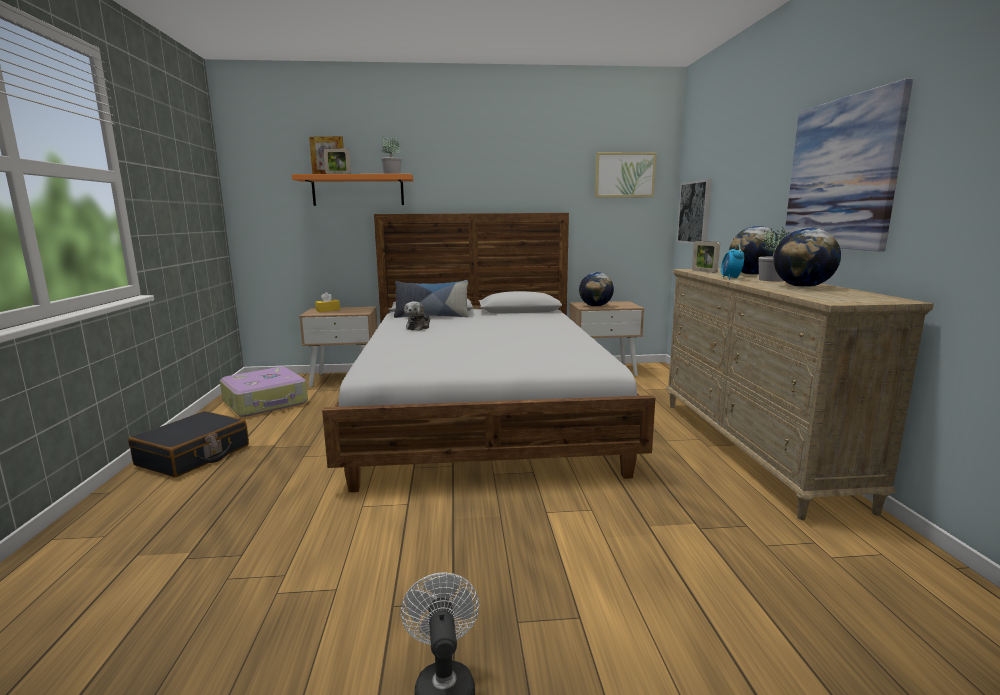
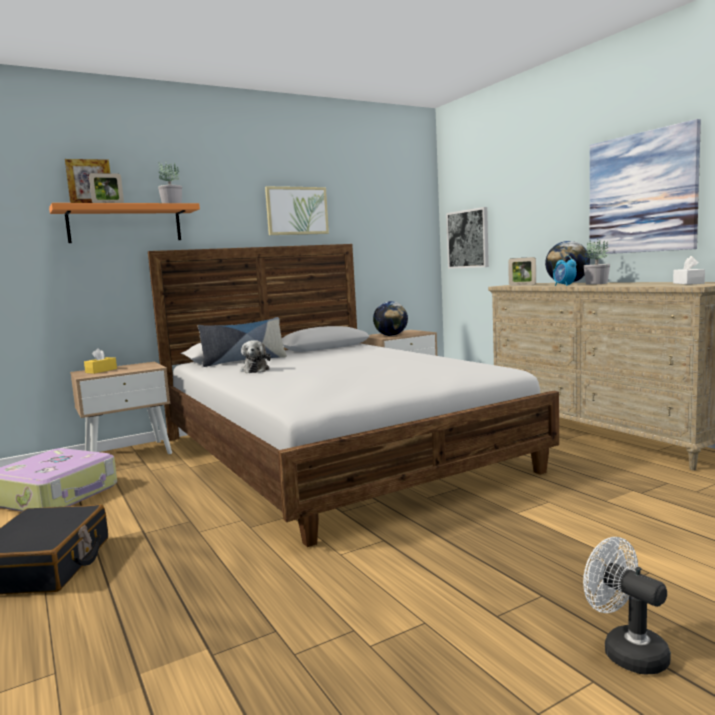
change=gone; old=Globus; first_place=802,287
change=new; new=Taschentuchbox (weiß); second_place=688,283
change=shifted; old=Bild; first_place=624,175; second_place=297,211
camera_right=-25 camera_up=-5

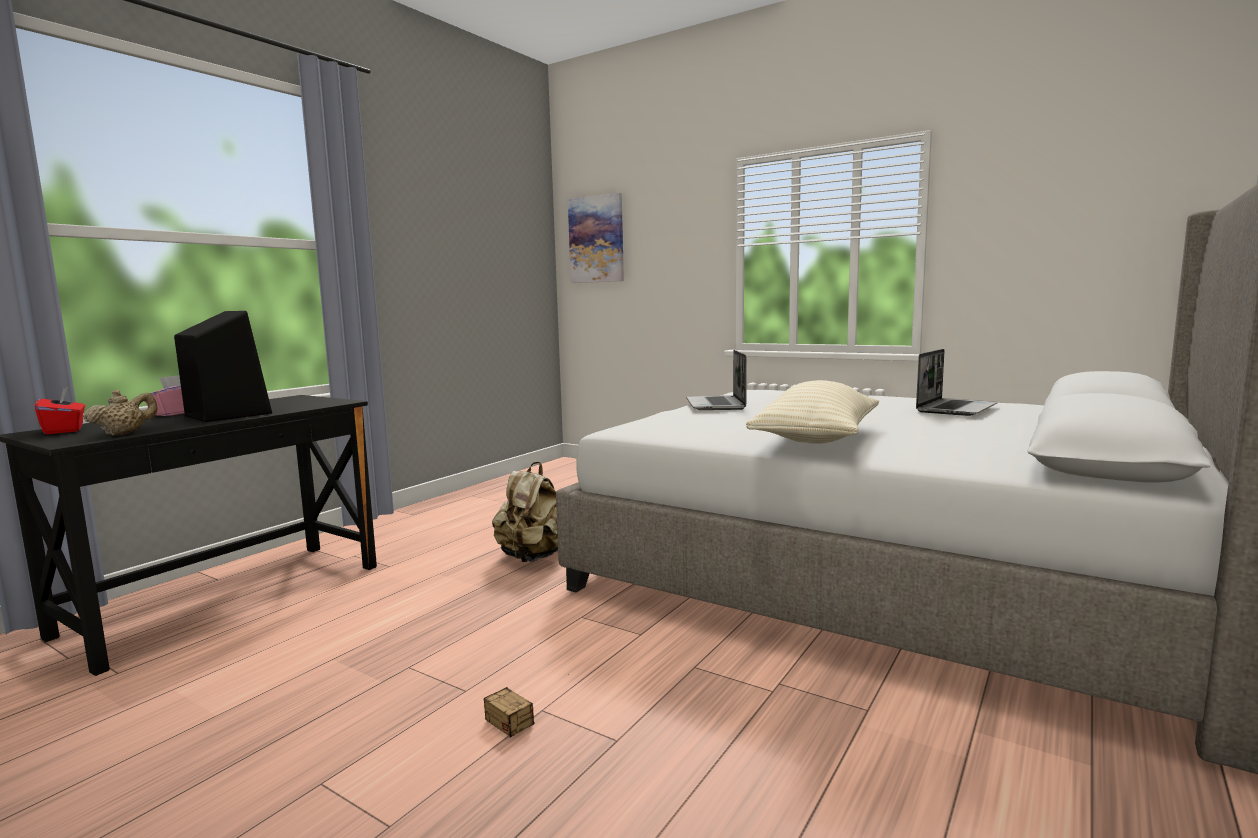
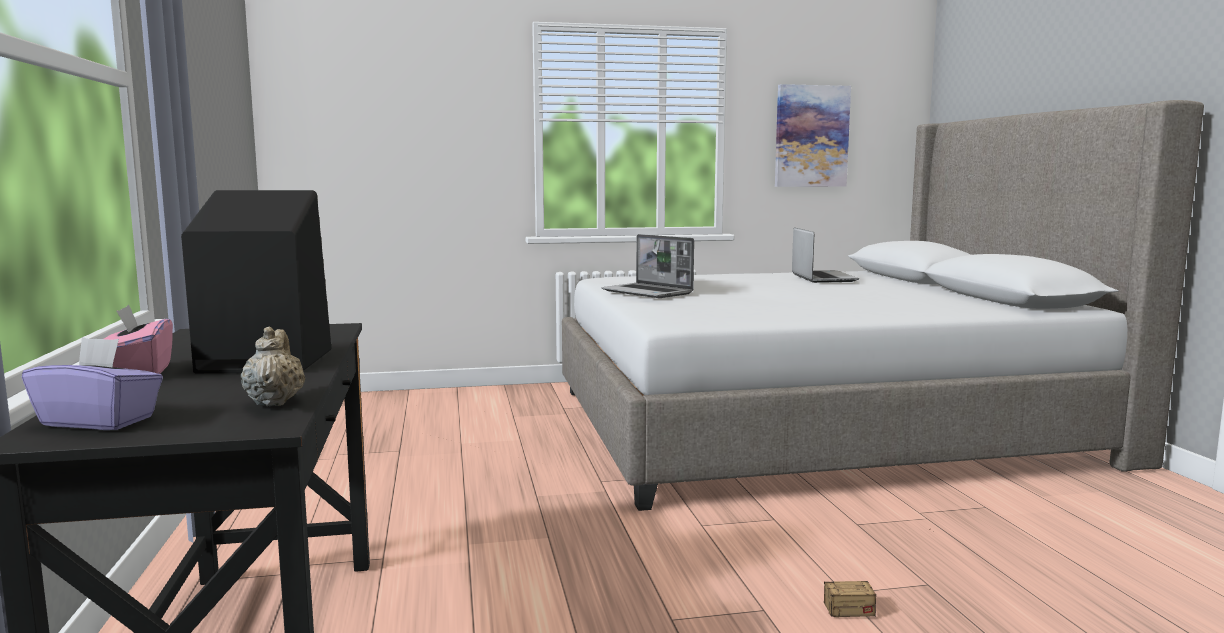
change=gone; old=Rucksack (beige); first_place=532,557
change=gone; old=Kissen (beige); first_place=817,439
change=shifted; old=Bild; first_place=596,239; second_place=811,136
change=repainted; old=Taschentuchbox (rot); new=Taschentuchbox (lila); first_place=65,430; second_place=99,421
camera_right=-45 camera_up=0

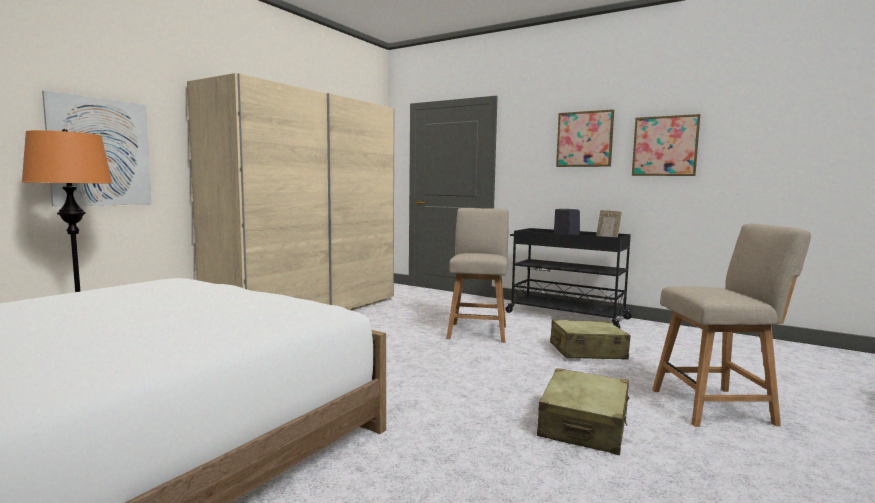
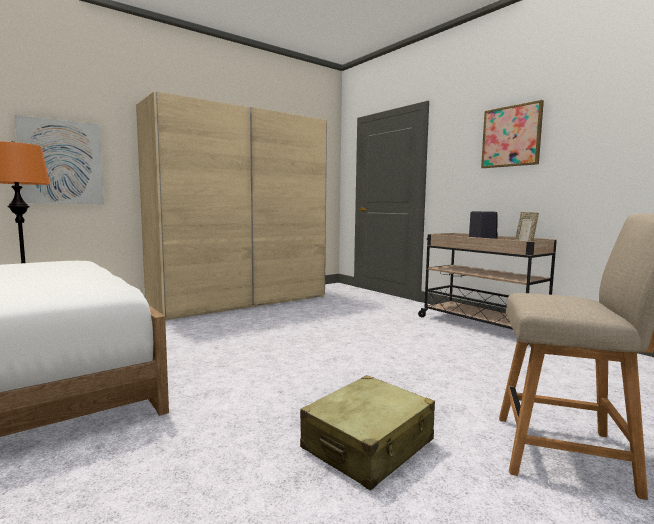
change=gone; old=Stuhl (beige); first_place=477,331
change=gone; old=Koffer (beige); first_place=587,351
change=gone; old=Bild; first_place=665,146
change=repainted; old=Rollwagen (schwarz); new=Rollwagen (beige); first_place=565,315; second_place=480,325
camera_right=20 camera_up=0

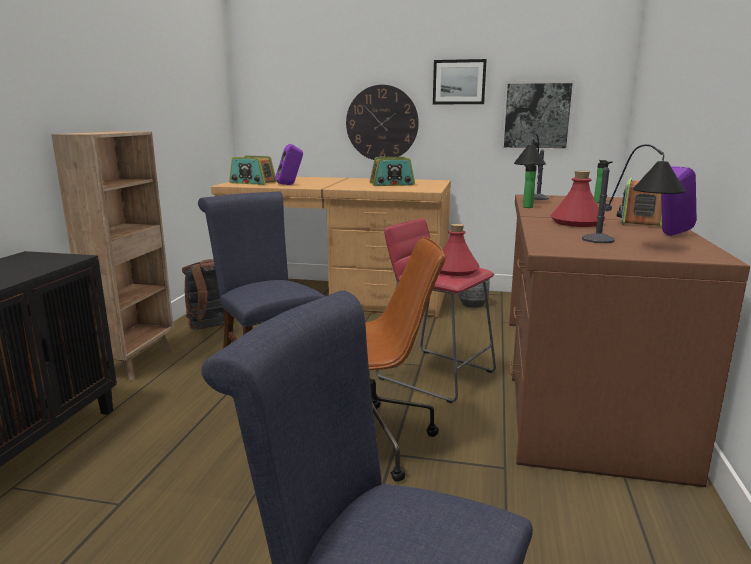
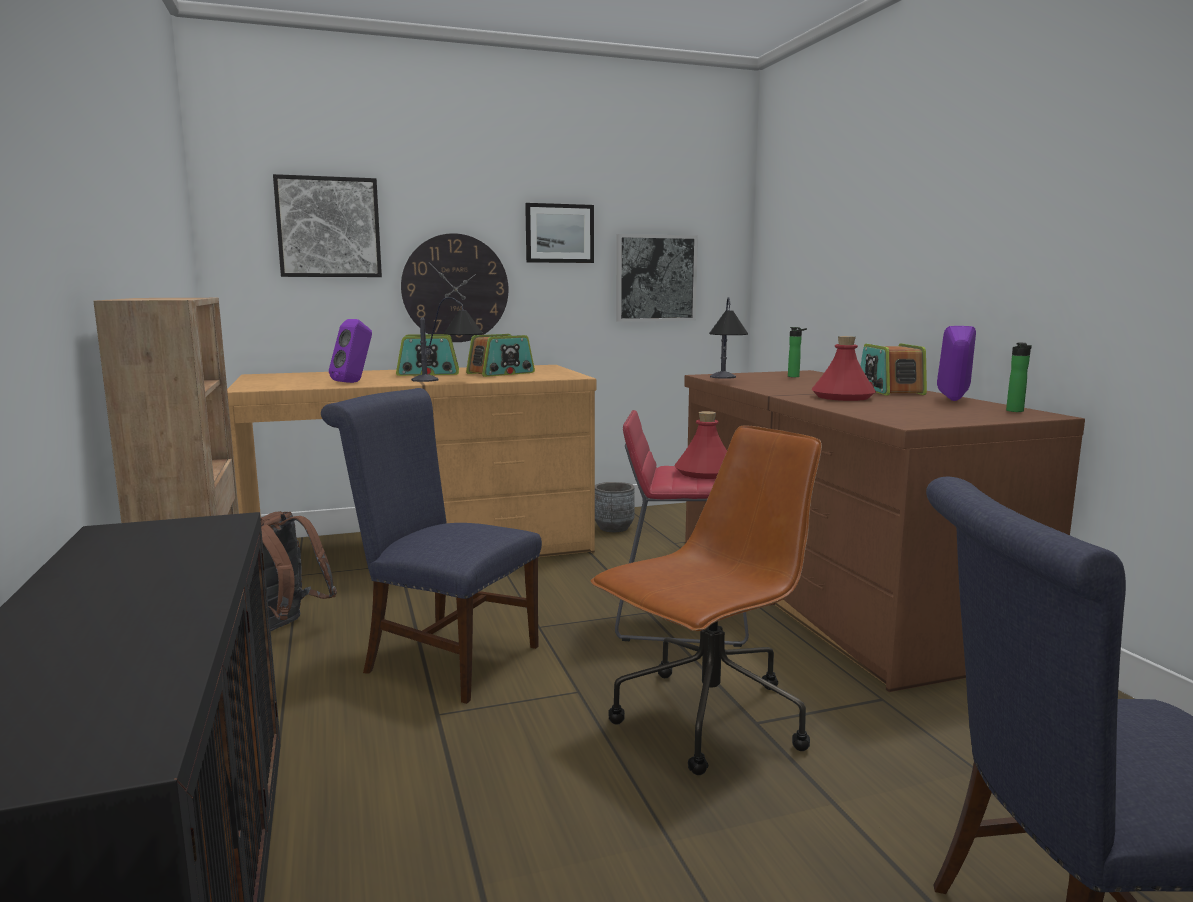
change=new; new=Bild; second_place=329,227
change=shifted; old=Radio; first_place=252,182; second_place=428,373
change=shifted; old=Flasche; first_place=527,207; second_place=1015,411
change=shifted; old=Tischlampe; first_place=630,244; second_place=450,381
camera_right=-30 camera_up=-5

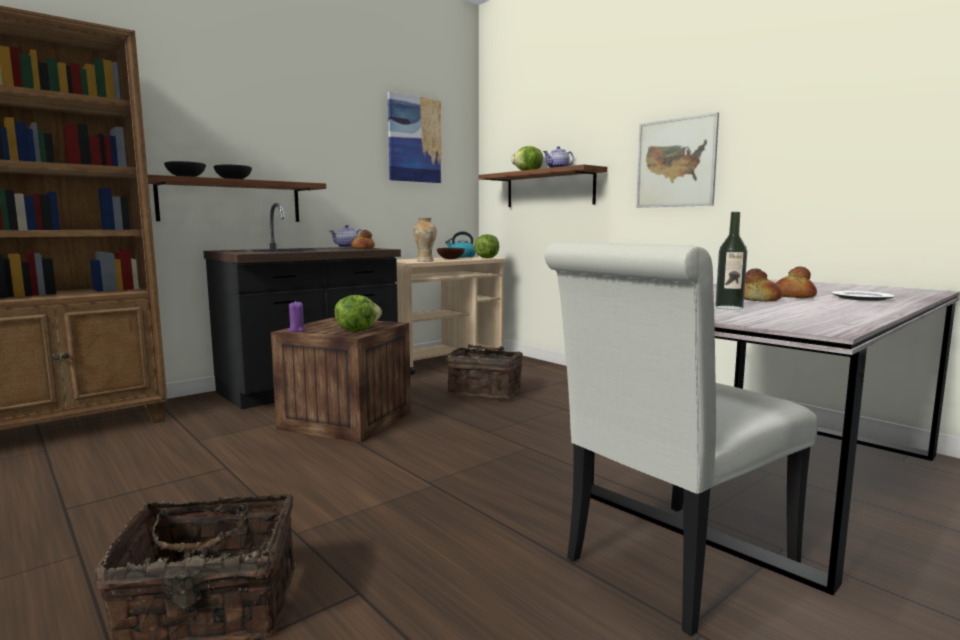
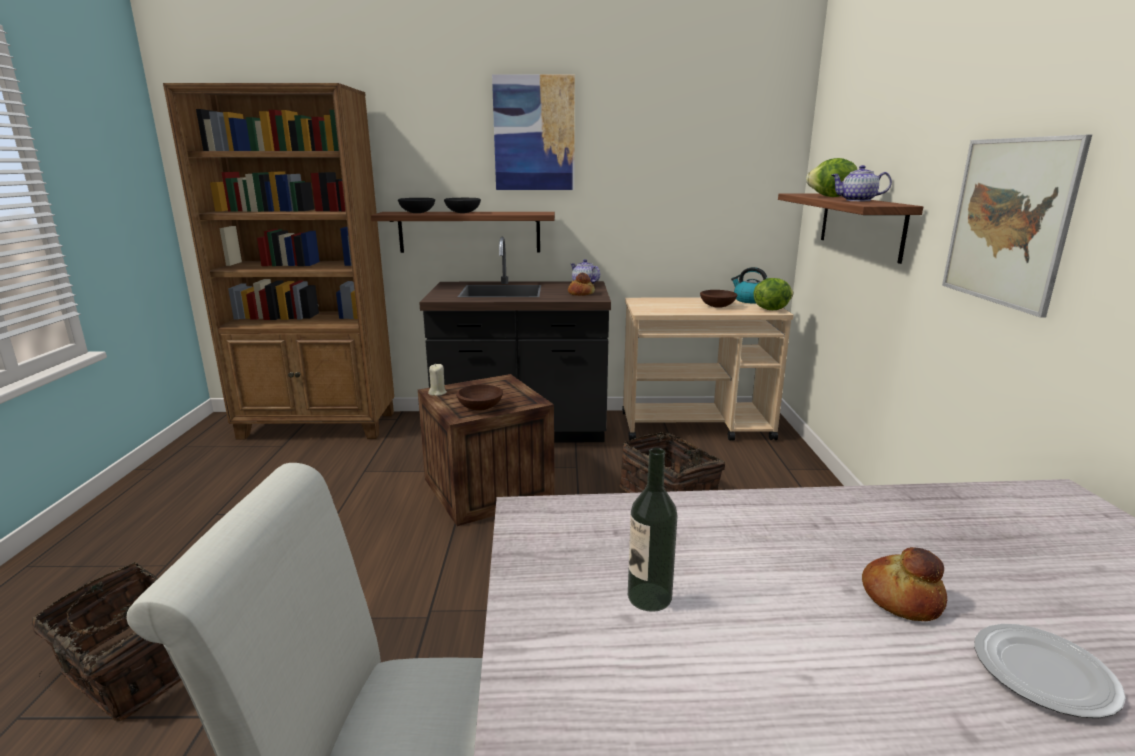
change=gone; old=Vase; first_place=425,261
change=gone; old=Brot; first_place=759,299
change=shifted; old=Bild; first_place=414,139; second_place=534,134
change=swapped; old=Salatkopf; new=Schüssel (braun); first_place=357,330; second_place=480,407
change=repainted; old=Kerze (lila); new=Kerze (beige); first_place=296,330; second_place=437,393
camera_right=40 camera_up=10

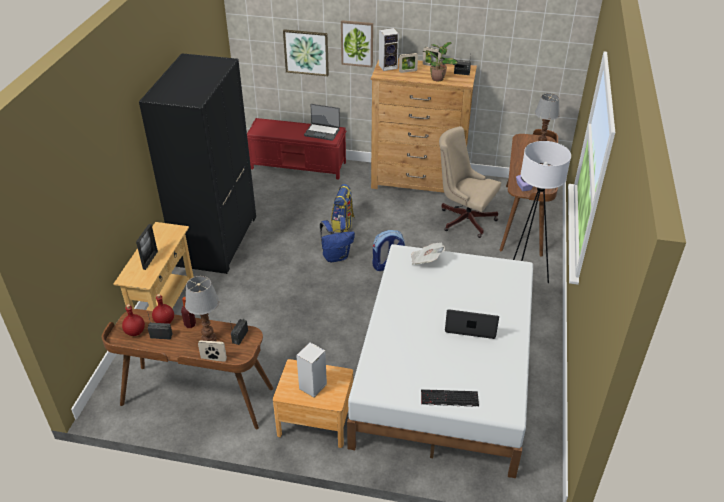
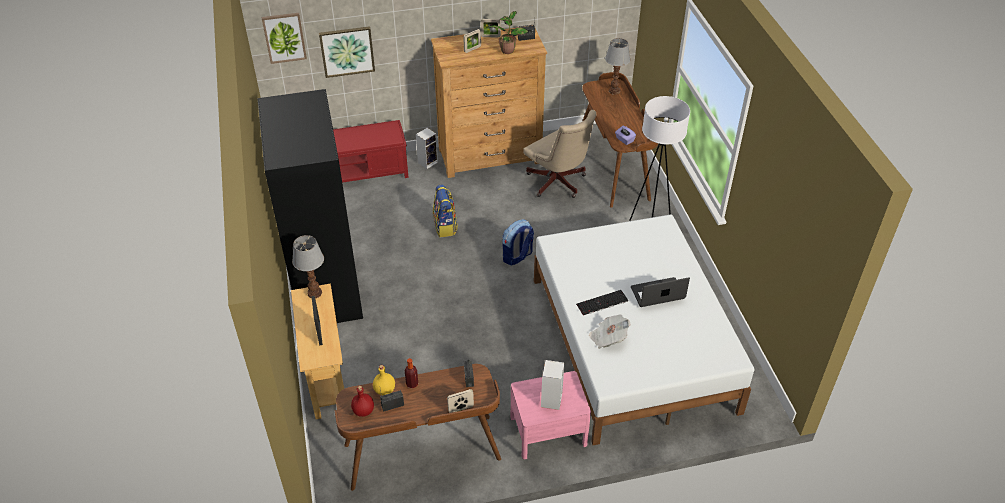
change=gone; old=Laptop; first_place=322,132
change=gone; old=Rucksack (blau); first_place=336,256
change=shifted; old=Tischlampe; first_place=209,339; second_place=315,293
change=shifted; old=Bild; first_place=357,43; second_place=284,37
change=shifted; old=Lautsprecher; first_place=388,66; second_place=428,162
change=shifted; old=Zeitung; first_place=426,260; second_place=608,338
change=shifted; old=Tastatur; first_place=449,398; second_place=602,303
change=repainted; old=Flasche (rot); new=Flasche (gelb); first_place=164,321; second_place=384,390
change=repainted; old=Nachttisch (braun); new=Nachttisch (rosa); first_place=315,420; second_place=548,431
change=rotated; old=Bürostuhl (beige); first_place=464,218; second_place=558,183; degrees=-135
camera_right=-25 camera_up=5

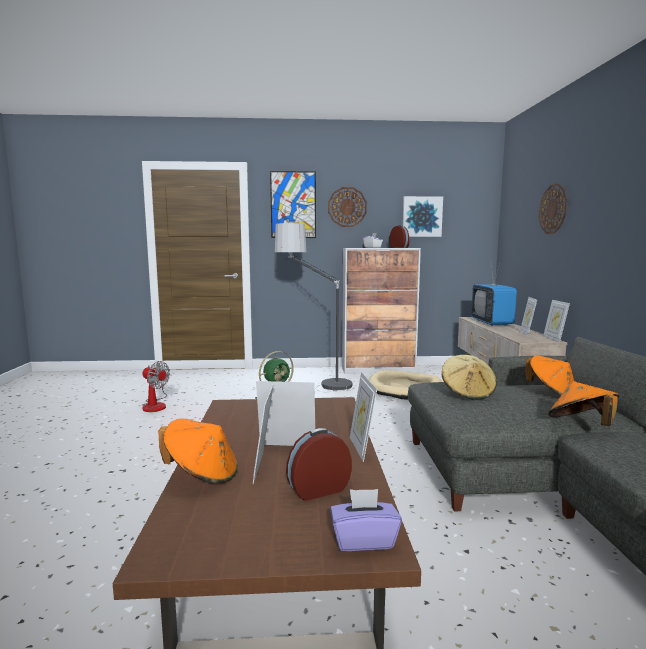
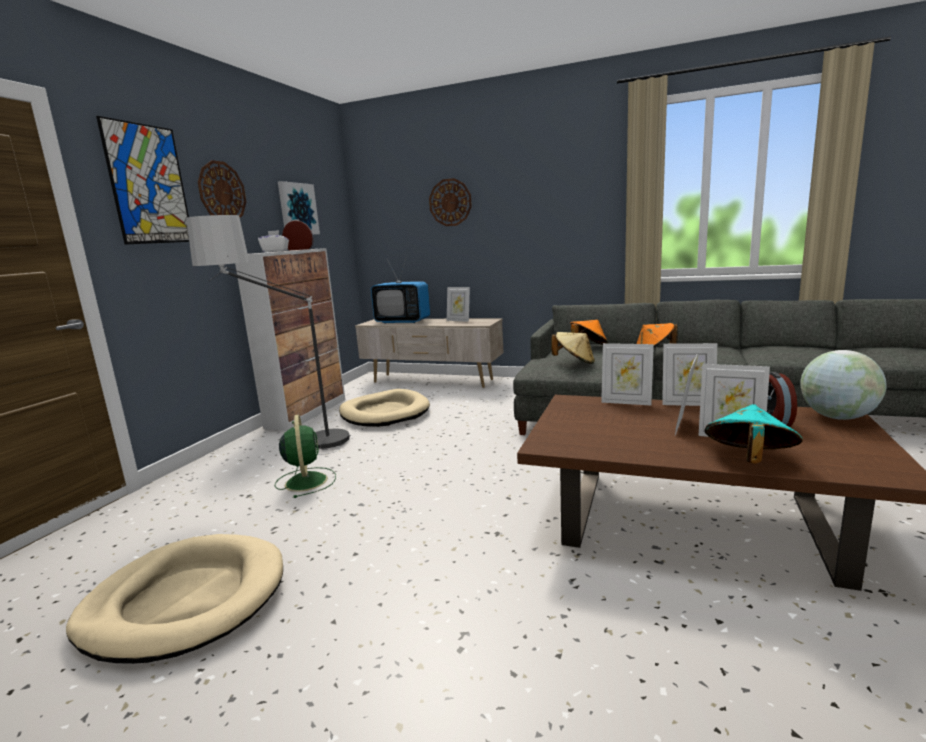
change=shifted; old=Bilderrahmen; first_place=554,338; second_place=626,402
change=swapped; old=Ventilator; new=Hundebett (beige); first_place=155,405; second_place=186,601
change=swapped; old=Taschentuchbox (lila); new=Globus; first_place=363,540; second_place=837,417
change=repainted; old=Hut (orange); new=Hut (türkis); first_place=202,474; second_place=748,460
camera_right=-65 camera_up=5

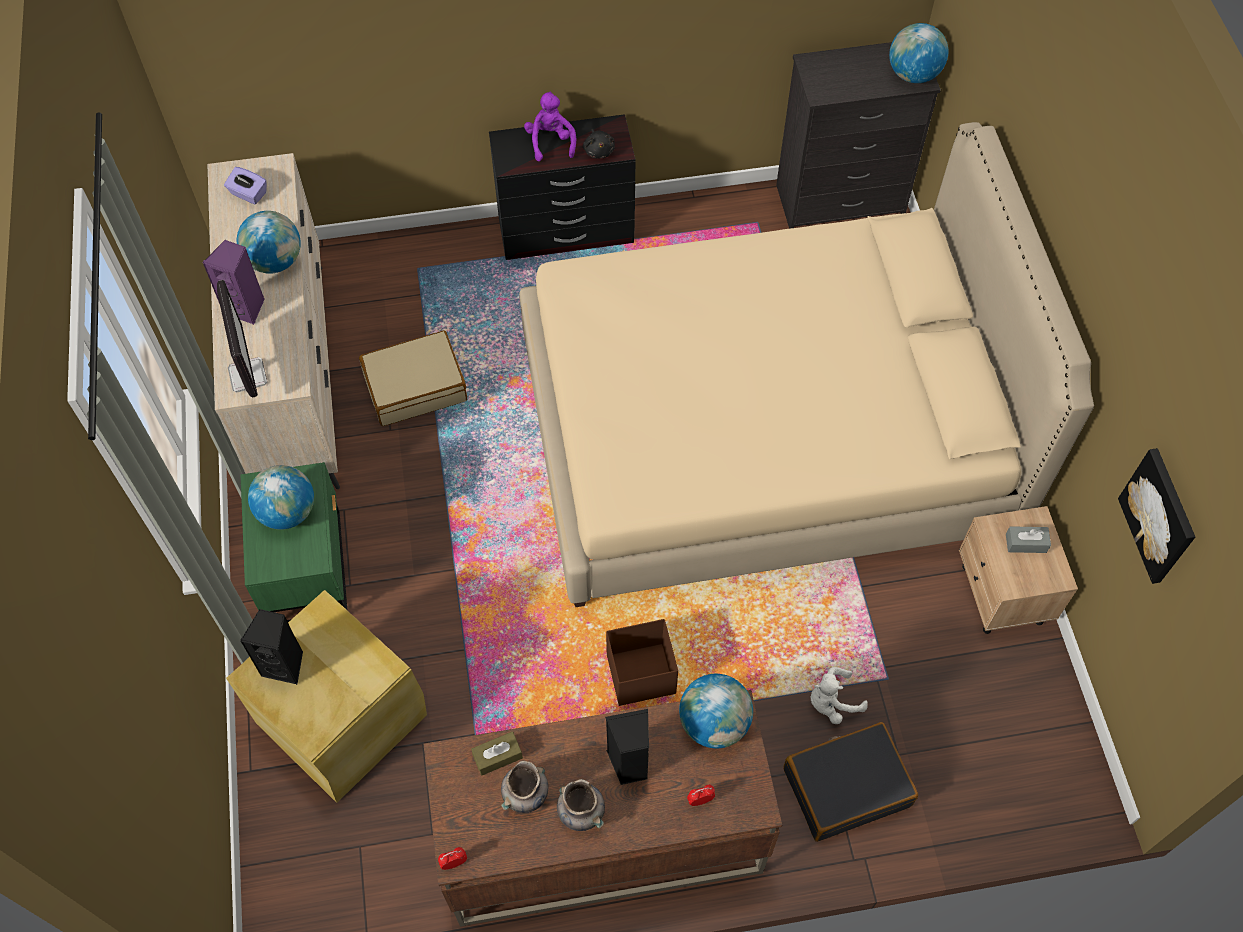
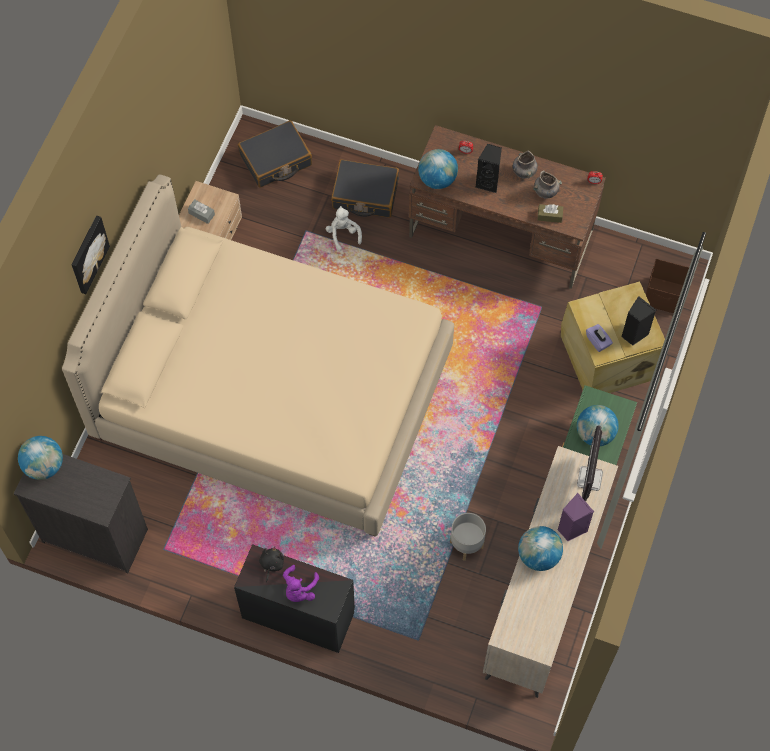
change=new; new=Koffer (schwarz); second_place=275,160
change=shifted; old=Taschentuchbox (lila); first_place=248,194; second_place=598,341
change=shifted; old=Aufbewahrungsbox (braun); first_place=639,674; second_place=664,296
change=shifted; old=Bild; first_place=1160,516; second_place=88,254
change=swapped; old=Koffer (beige); new=Pflanzkübel (grau); first_place=415,386; second_place=467,544
change=rotated; old=Plüschtier (weiß); first_place=832,702; second_place=343,234; degrees=-120
camera_right=-150 camera_up=5

